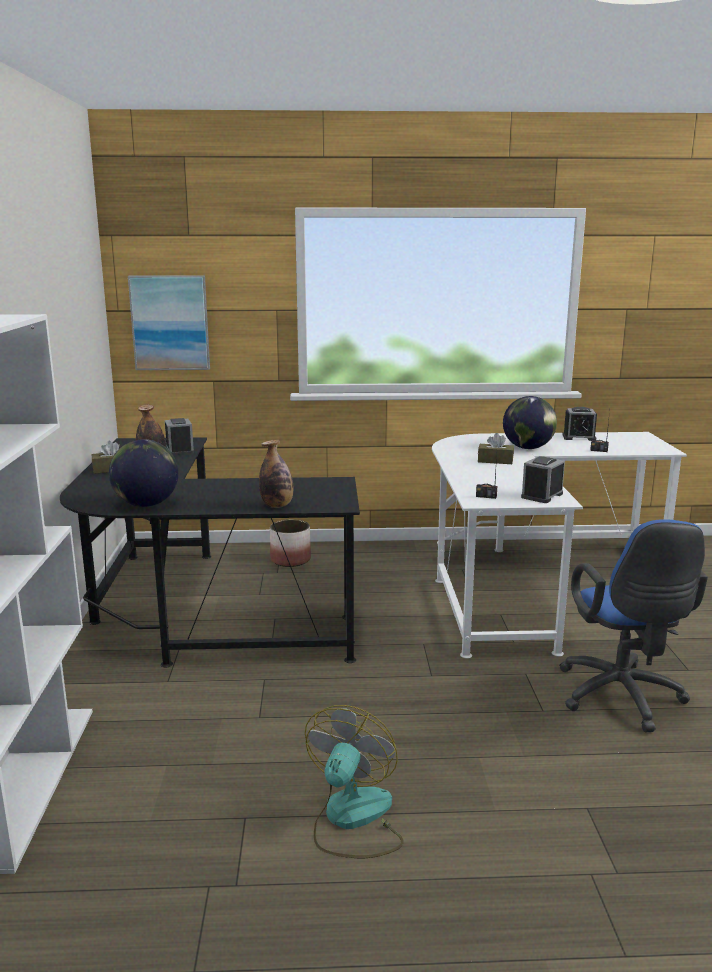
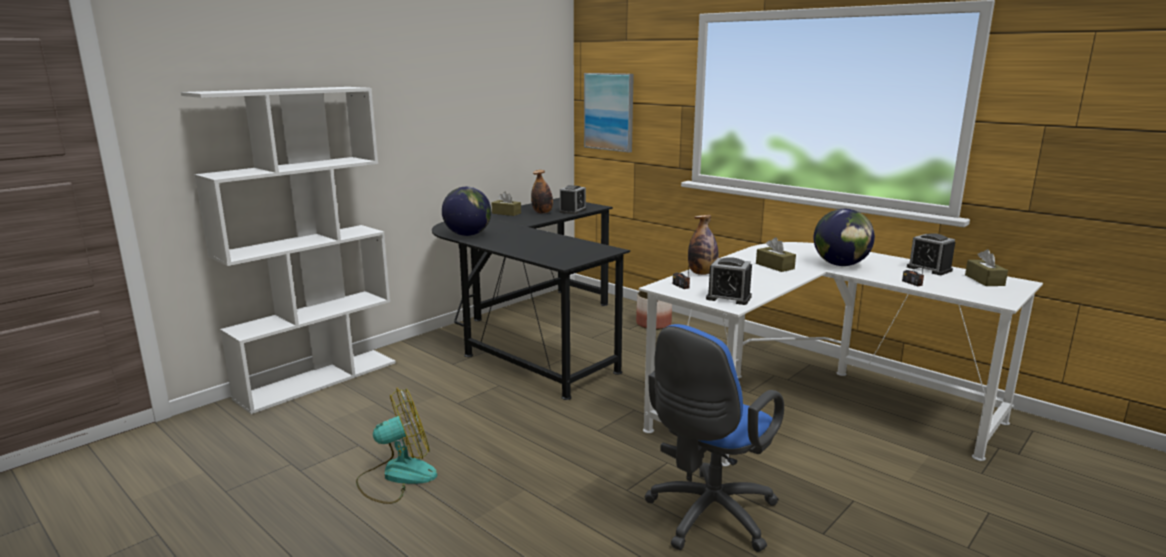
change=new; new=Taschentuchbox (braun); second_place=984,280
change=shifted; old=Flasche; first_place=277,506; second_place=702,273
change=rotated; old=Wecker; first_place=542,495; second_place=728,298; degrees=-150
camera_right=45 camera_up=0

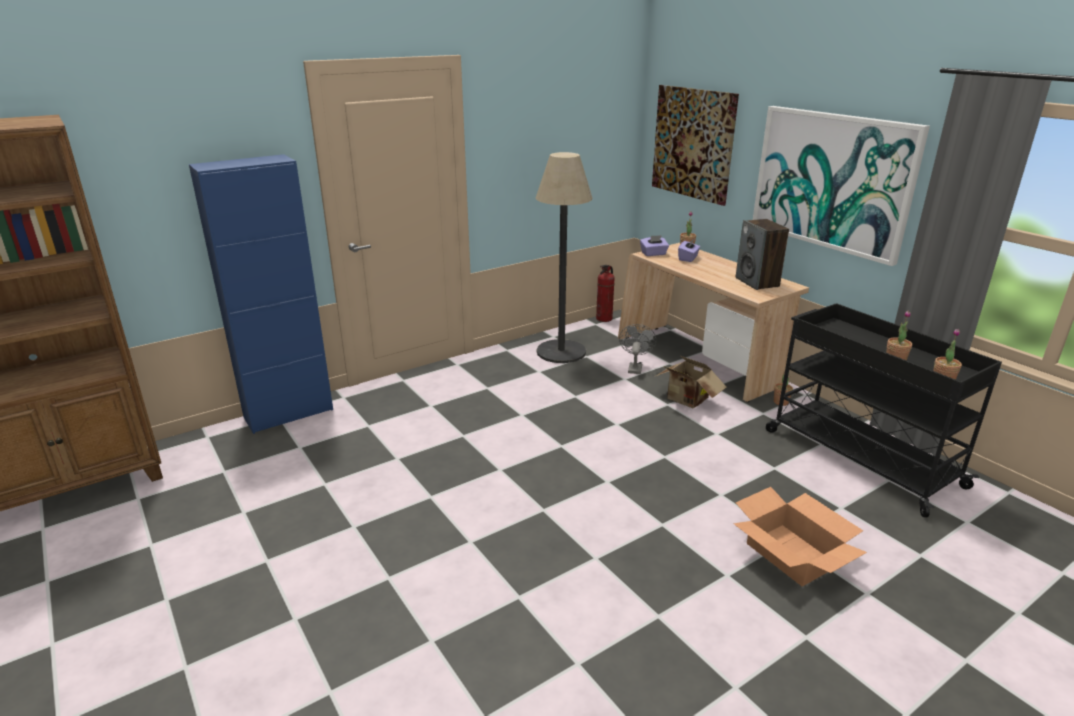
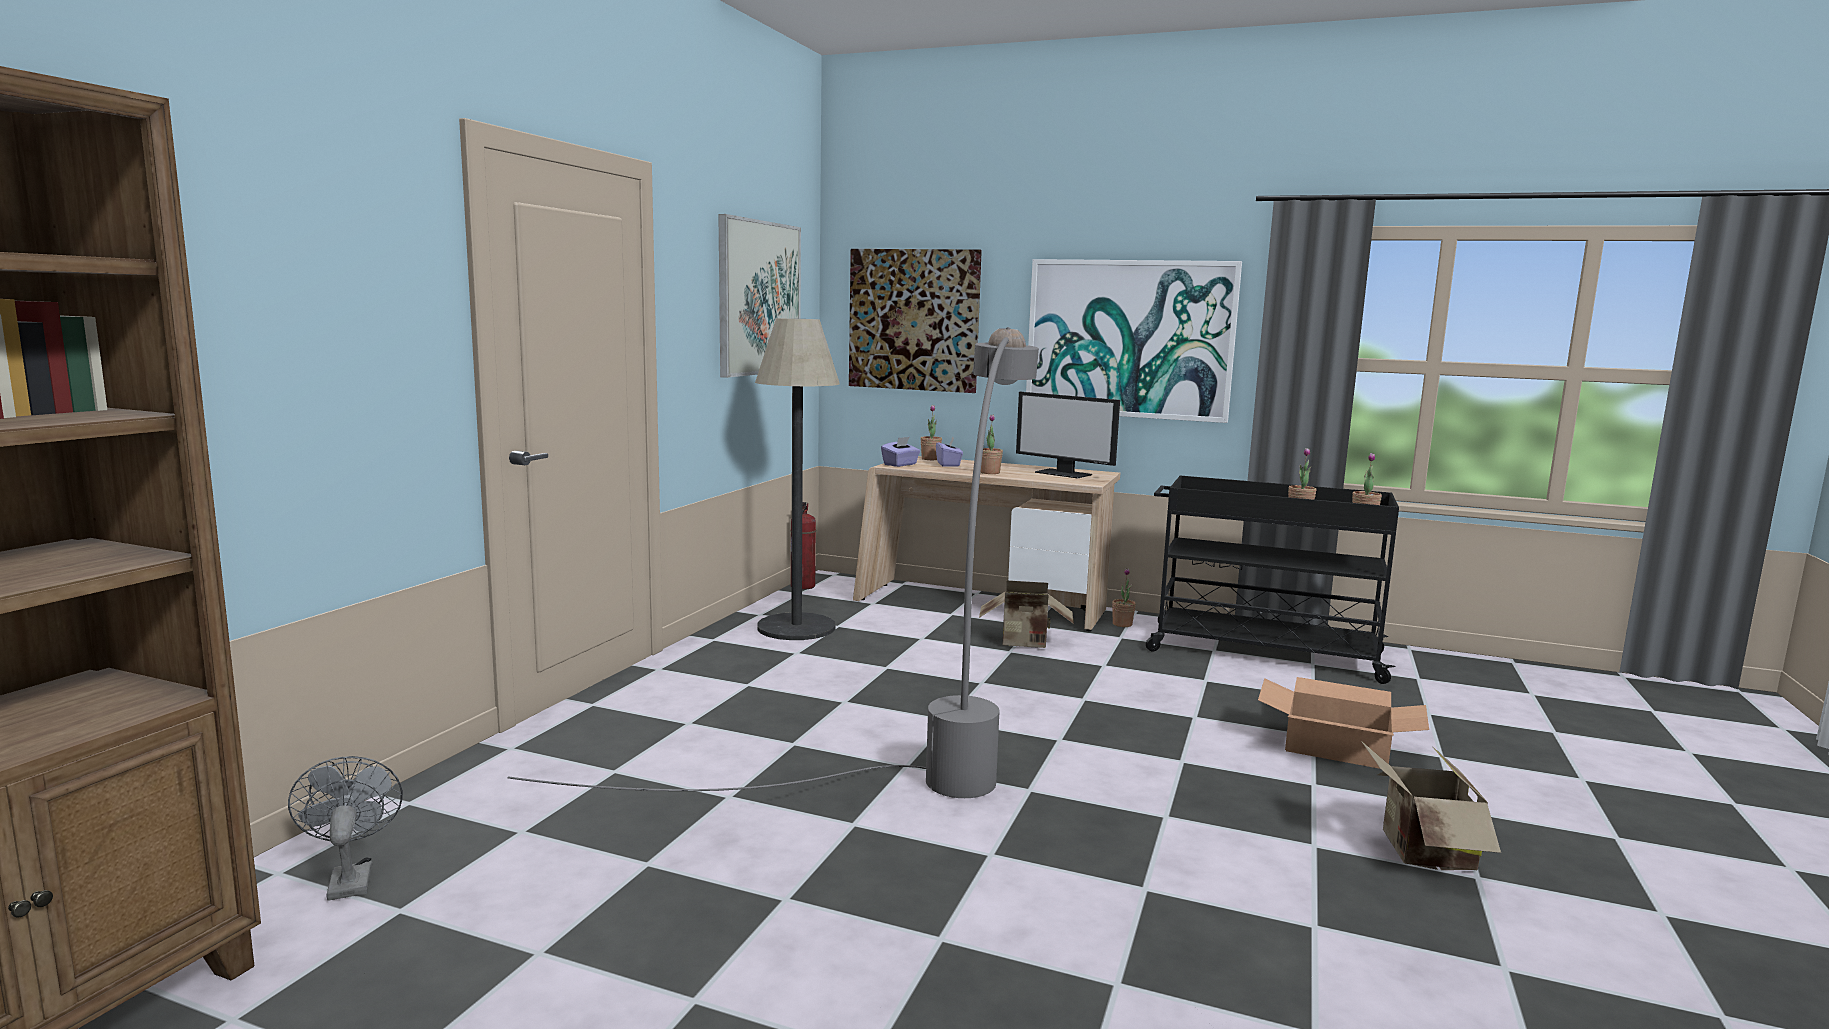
change=gone; old=Schrank (blau); first_place=289,414
change=new; new=Stehlampe (grau); second_place=933,744
change=new; new=Bild; second_place=759,298
change=new; new=Topfpflanze; second_place=990,472
change=new; new=Karton; second_place=1420,853
change=shifted; old=Ventilator (grau); first_place=635,367; second_place=350,878
change=swapped; old=Lautsprecher; new=Monitor; first_place=757,282; second_place=1064,473
camera_right=-35 camera_up=-15

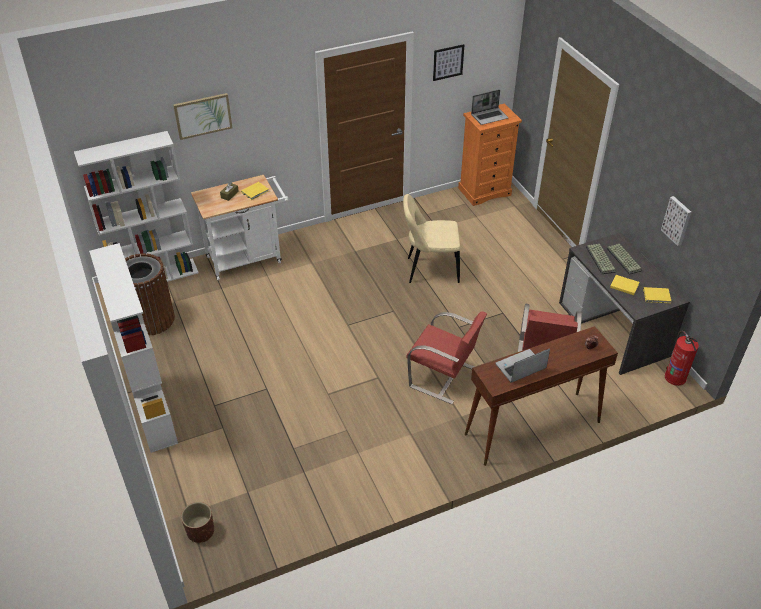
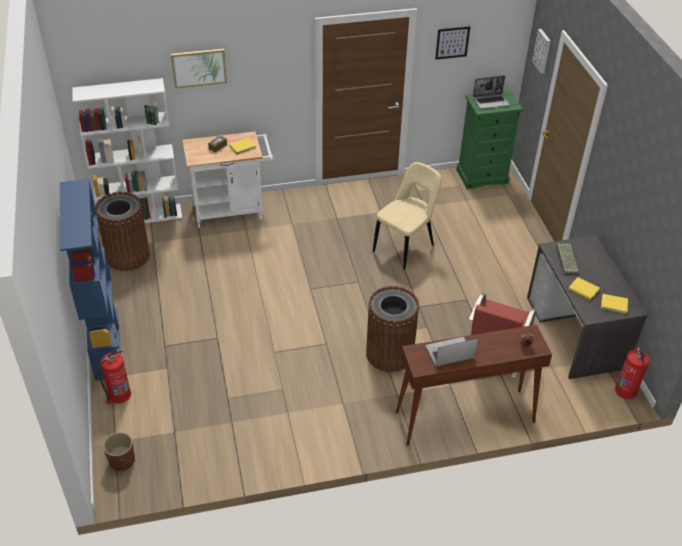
change=gone; old=Tastatur; first_place=624,259
change=new; new=Feuerlöscher; second_place=119,395
change=shifted; old=Bild; first_place=677,220; second_place=542,51
change=swapped; old=Stuhl (rot); new=Mülleimer (braun); first_place=443,378; second_place=389,354
change=repainted; old=Bücherregal (weiß); new=Bücherregal (blau); first_place=152,412; second_place=106,343
change=repainted; old=Kommode (orange); new=Kommode (grün); first_place=484,191; second_place=482,176
change=rotated; old=Stuhl (beige); first_place=430,270; second_place=405,247; degrees=120
camera_right=10 camera_up=0

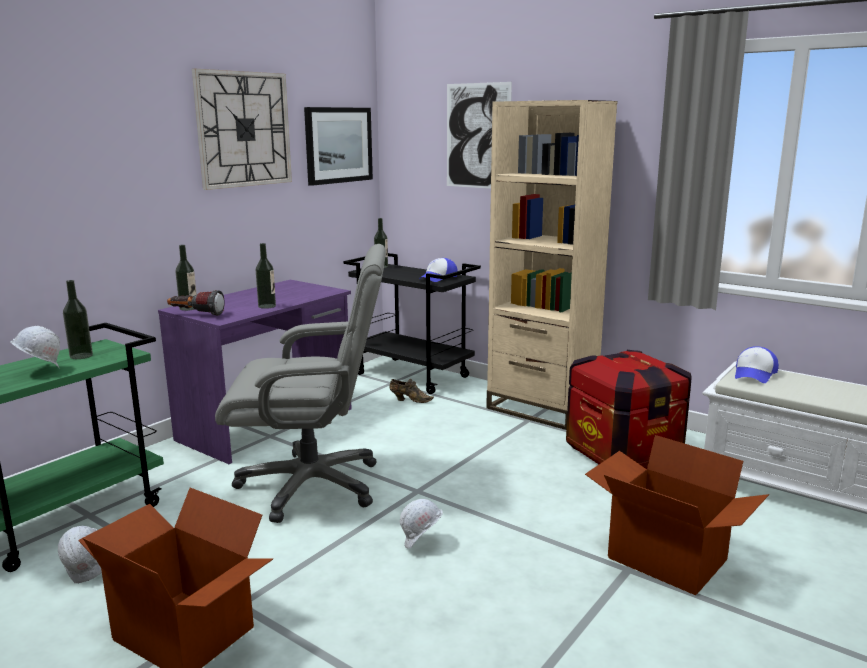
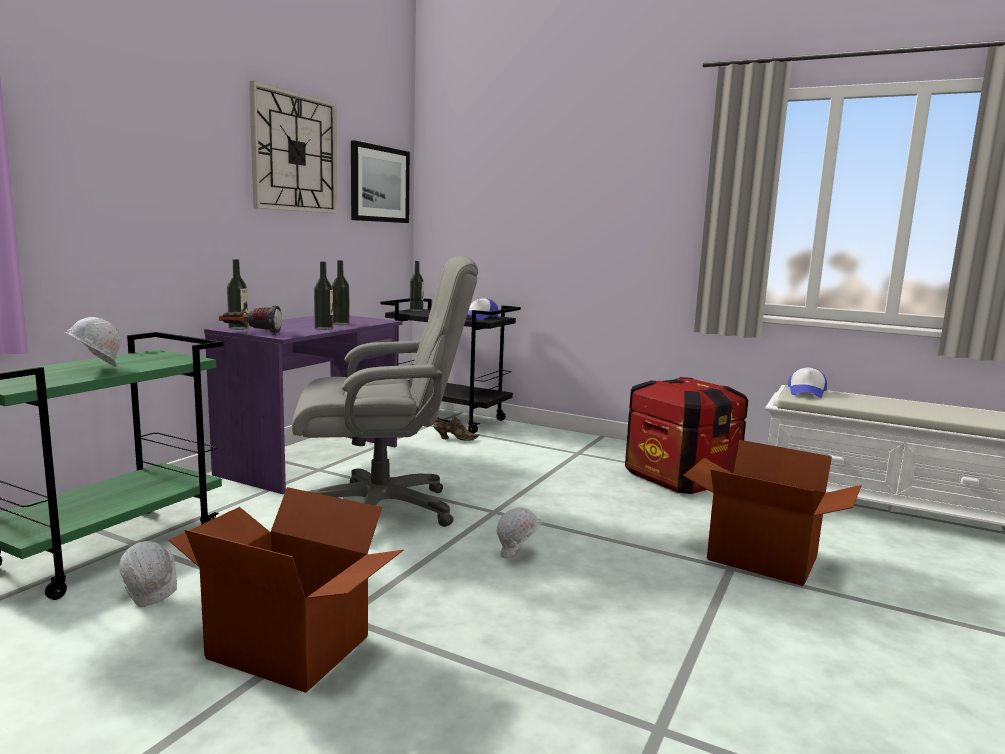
change=gone; old=Bild; first_place=477,136
change=gone; old=Bücherregal (beige); first_place=541,409
change=shifted; old=Flasche; first_place=81,356; second_place=340,324
camera_right=-10 camera_up=-5

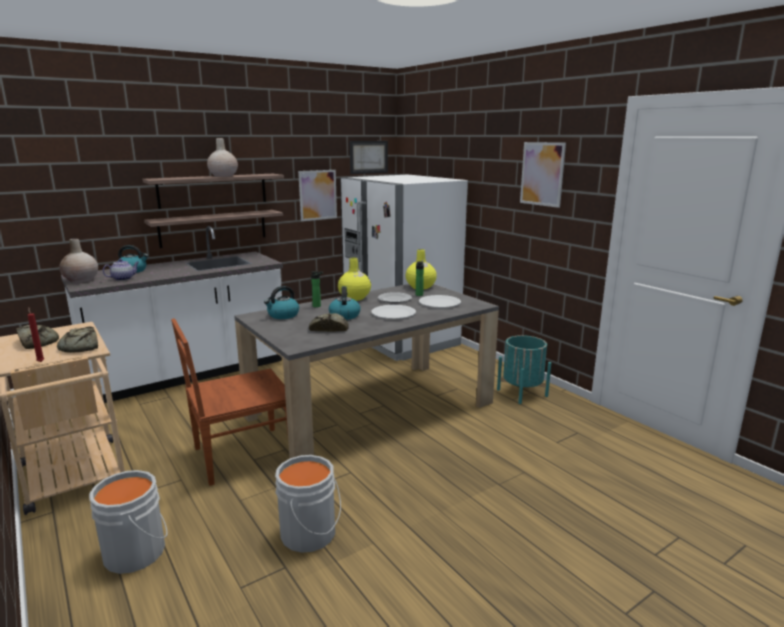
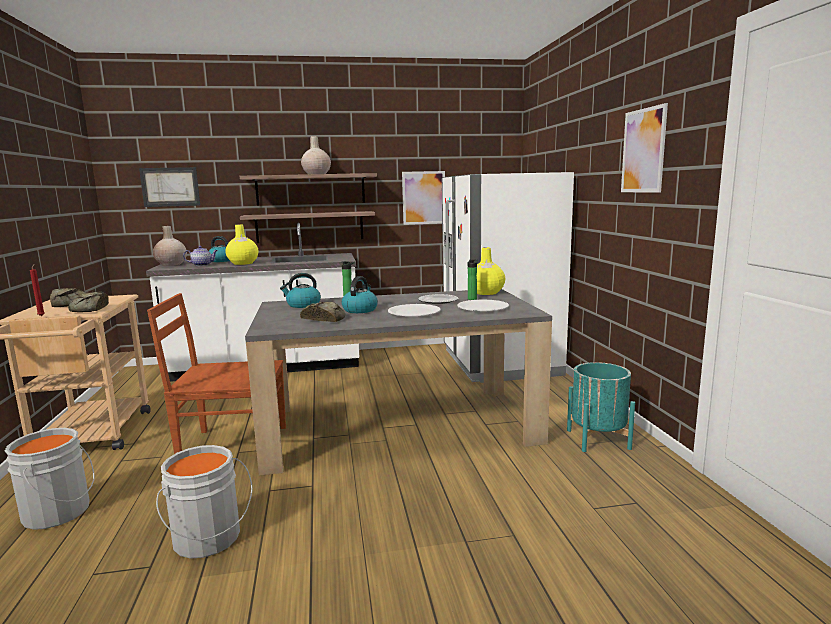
change=shifted; old=Vase (gelb); first_place=354,298; second_place=243,263
change=shifted; old=Bild; first_place=368,157; second_place=170,187
camera_right=25 camera_up=-5

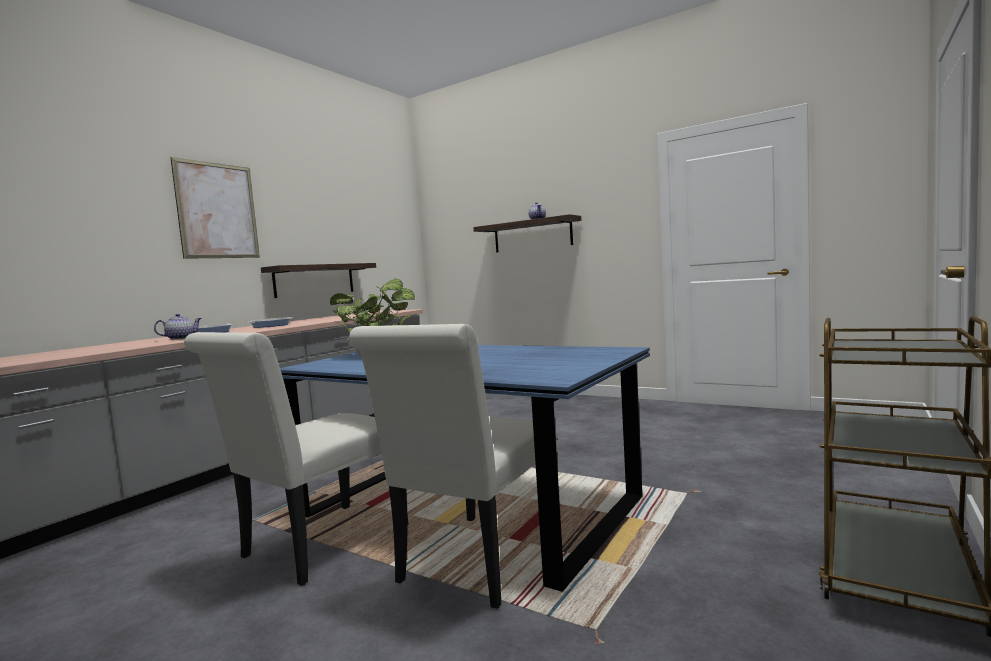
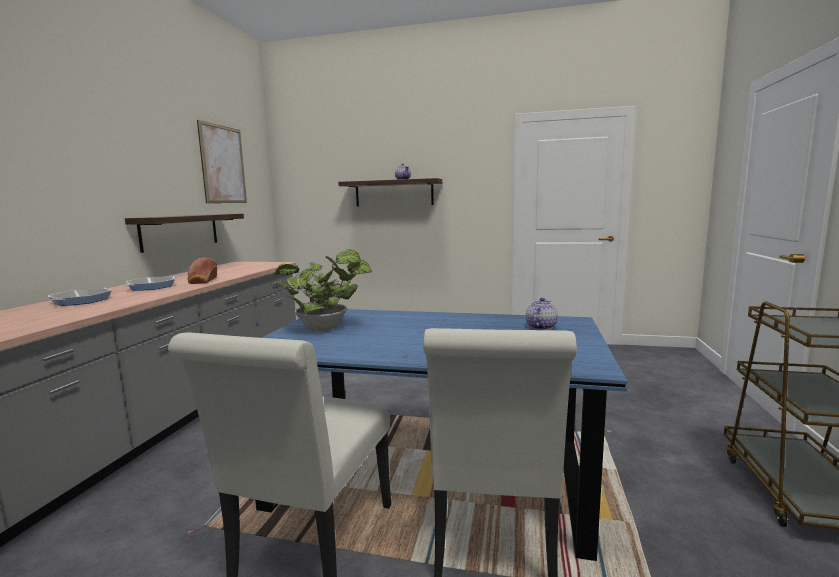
change=new; new=Brot; second_place=203,281
change=shifted; old=Teekanne; first_place=180,338; second_place=540,327
change=shifted; old=Bild; first_place=217,211; second_place=223,164
camera_right=-20 camera_up=5

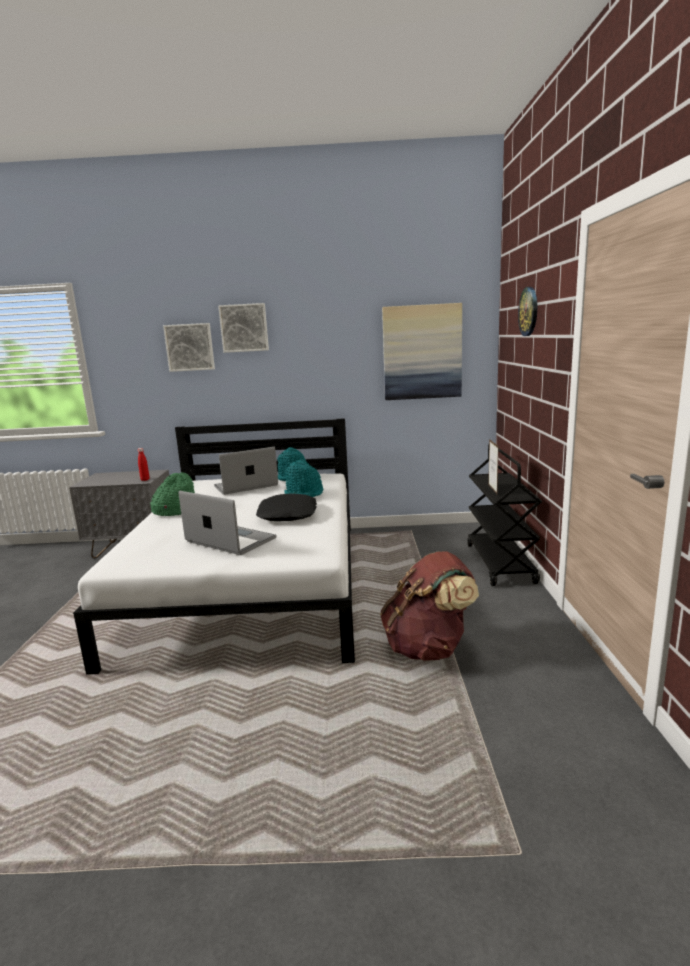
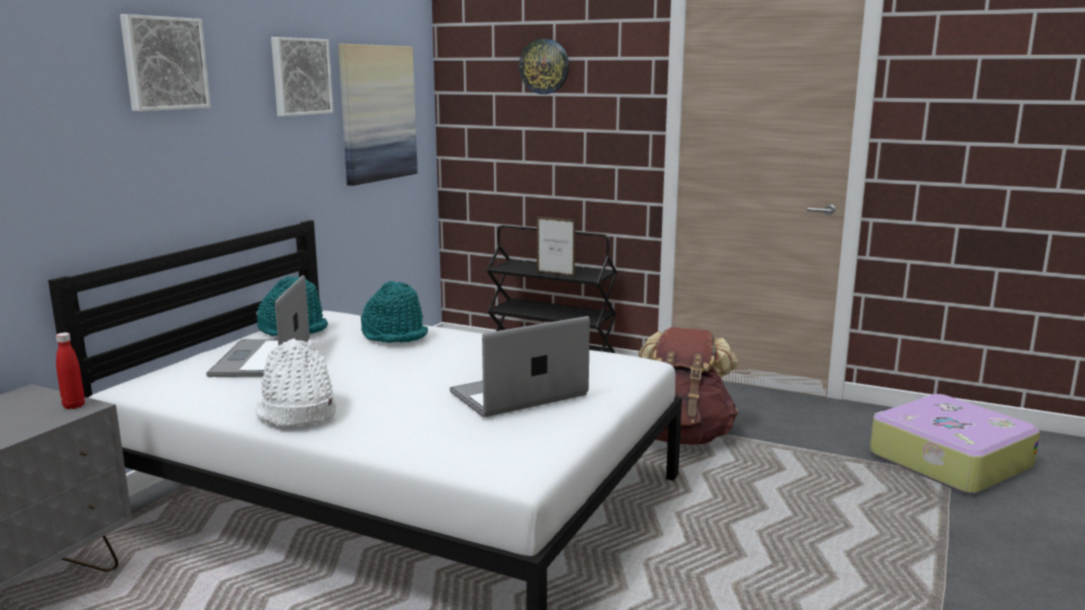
change=gone; old=Kissen (schwarz); first_place=288,515
change=new; new=Koffer; second_place=947,460
change=shifted; old=Bild; first_place=190,347; second_place=300,76
change=repainted; old=Hut (grün); new=Hut (weiß); first_place=175,510; second_place=296,413
camera_right=-65 camera_up=0

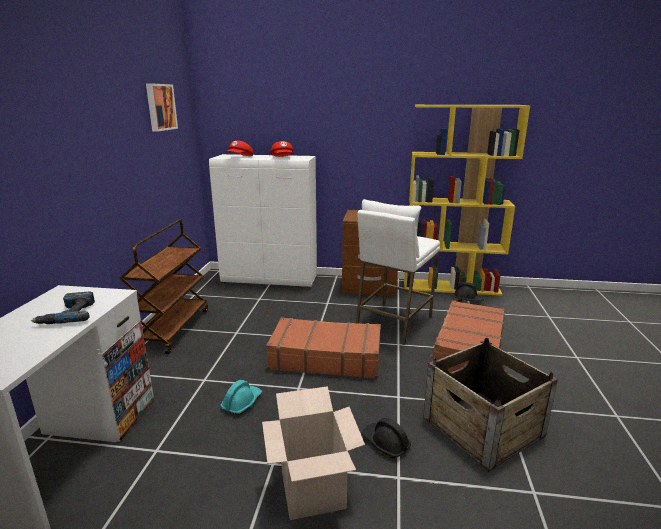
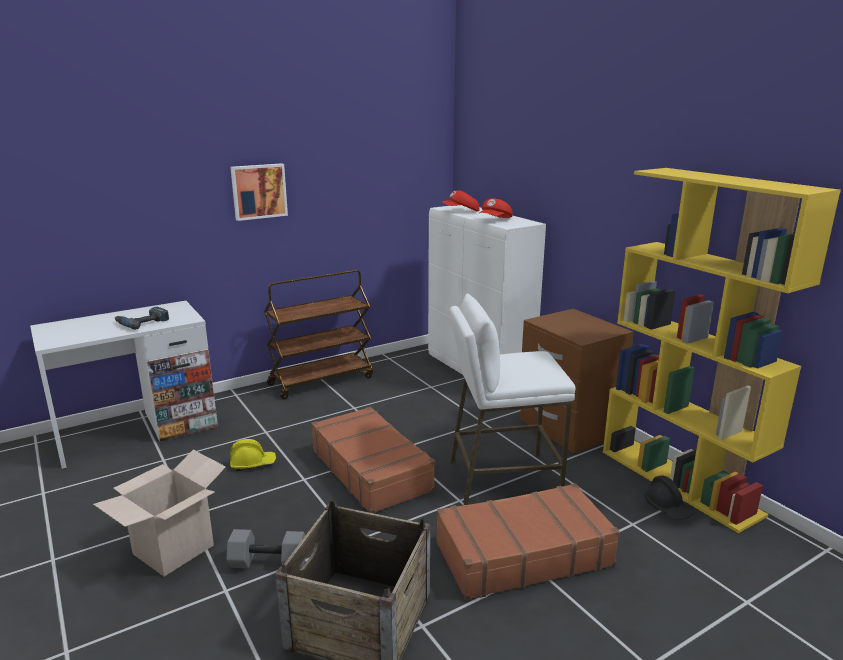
change=shifted; old=Bild; first_place=160,107; second_place=258,191
change=swapped; old=Schutzhelm (schwarz); new=Hantel (grau); first_place=385,443; second_place=267,563
change=repainted; old=Schutzhelm (türkis); new=Schutzhelm (gelb); first_place=242,403; second_place=253,463
camera_right=50 camera_up=0

